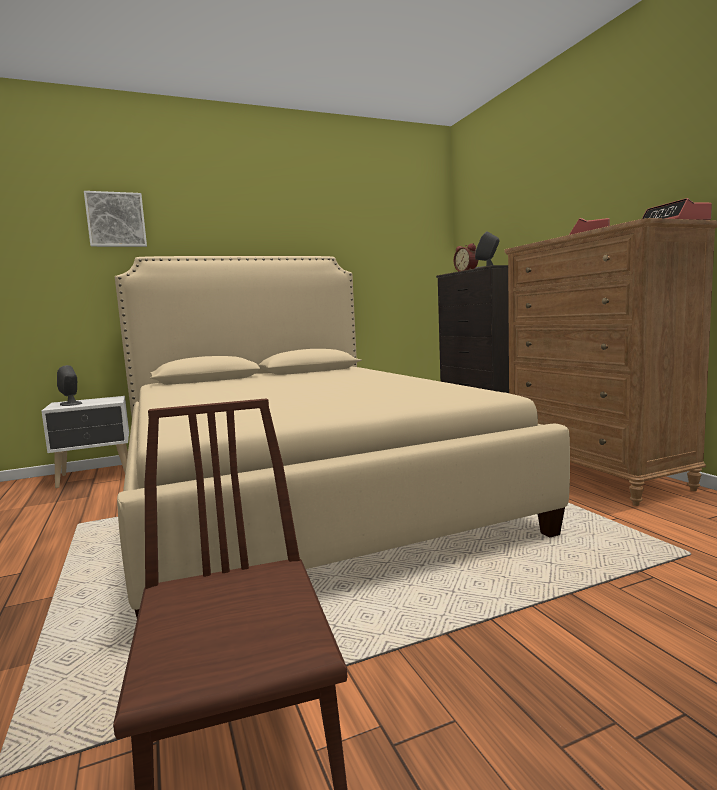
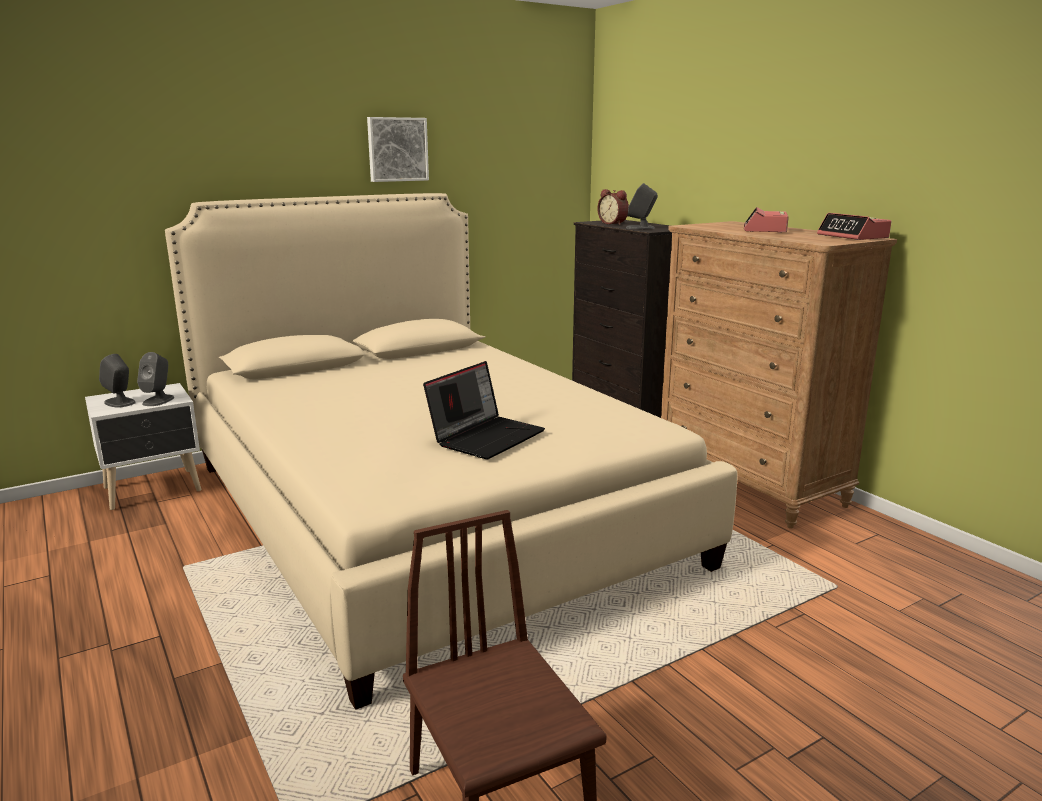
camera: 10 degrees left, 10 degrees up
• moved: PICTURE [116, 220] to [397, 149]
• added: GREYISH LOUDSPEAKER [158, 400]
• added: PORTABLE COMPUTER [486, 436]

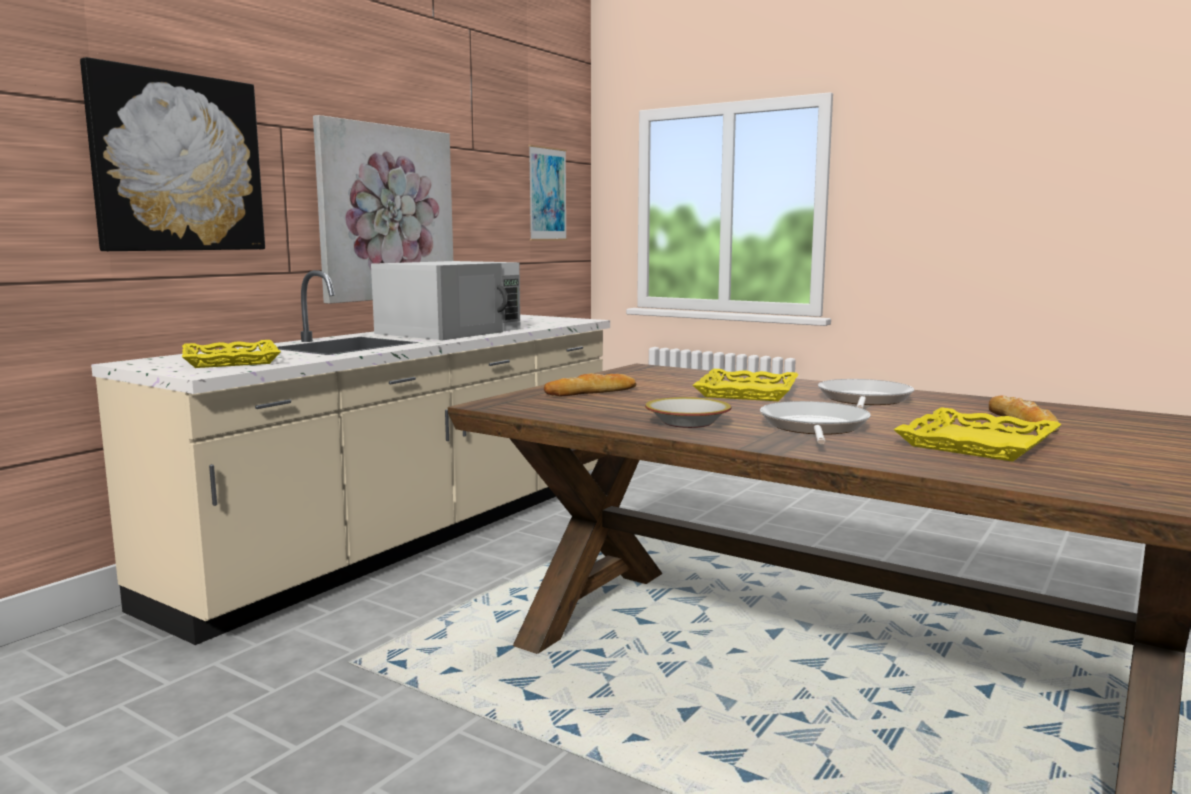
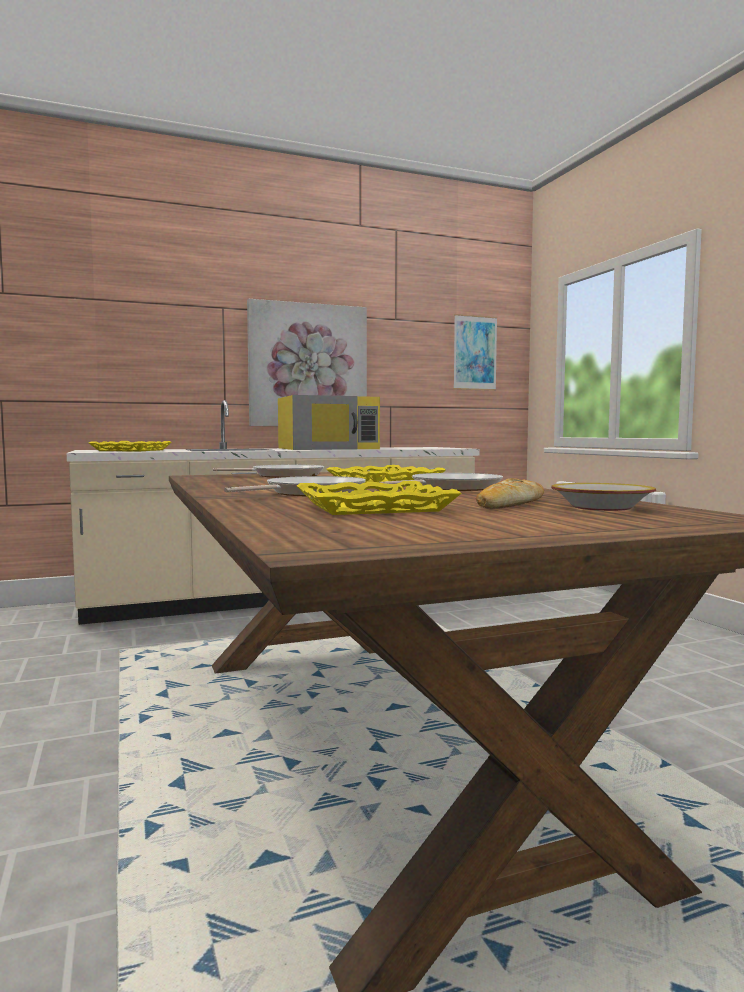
camera: 35 degrees right, 5 degrees down
• removed: PICTURE [177, 163]
• recoloured: WHITE MICROWAVE OVEN [451, 331] to YELLOWISH MICROWAVE OVEN [328, 448]
• replaced: BAKED BREAD [591, 392] to PAN [283, 476]
• moved: DEEP DISH [687, 423] to [601, 507]

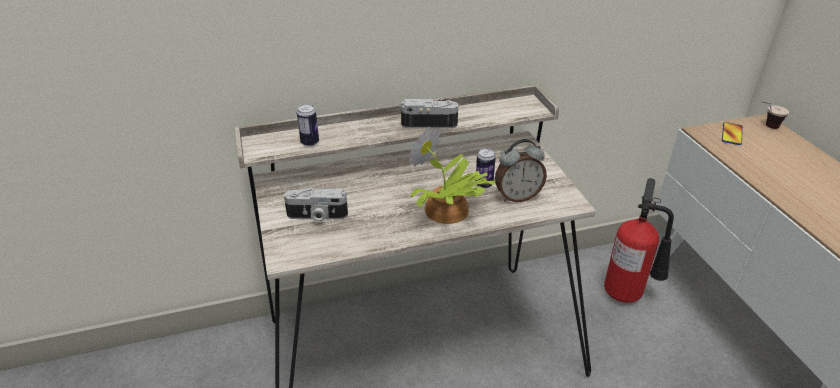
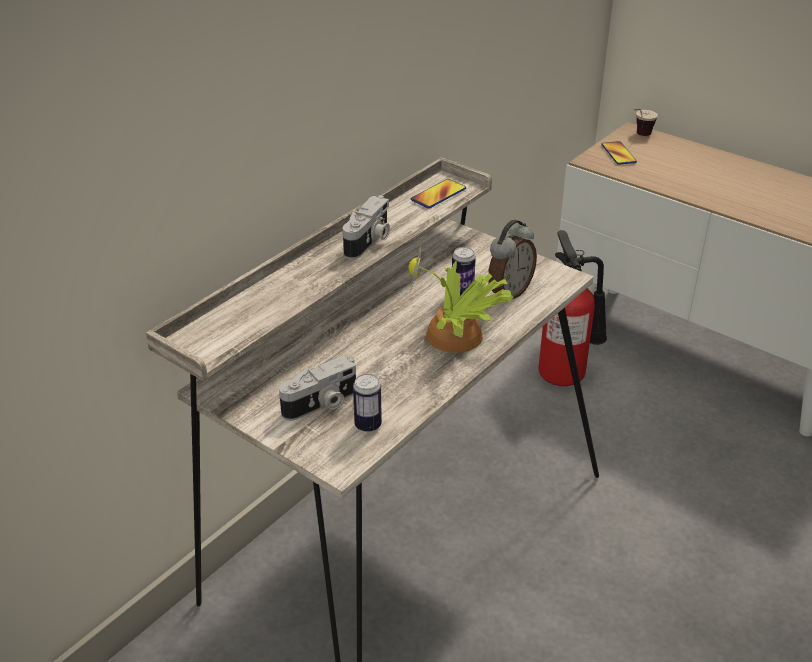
camera: 35 degrees left, 0 degrees up
• moved: CAN [310, 142] to [368, 425]
• turned: PHOTO CAMERA [429, 123] = [369, 241] 150 degrees clockwise
• added: HANDSET [438, 195]

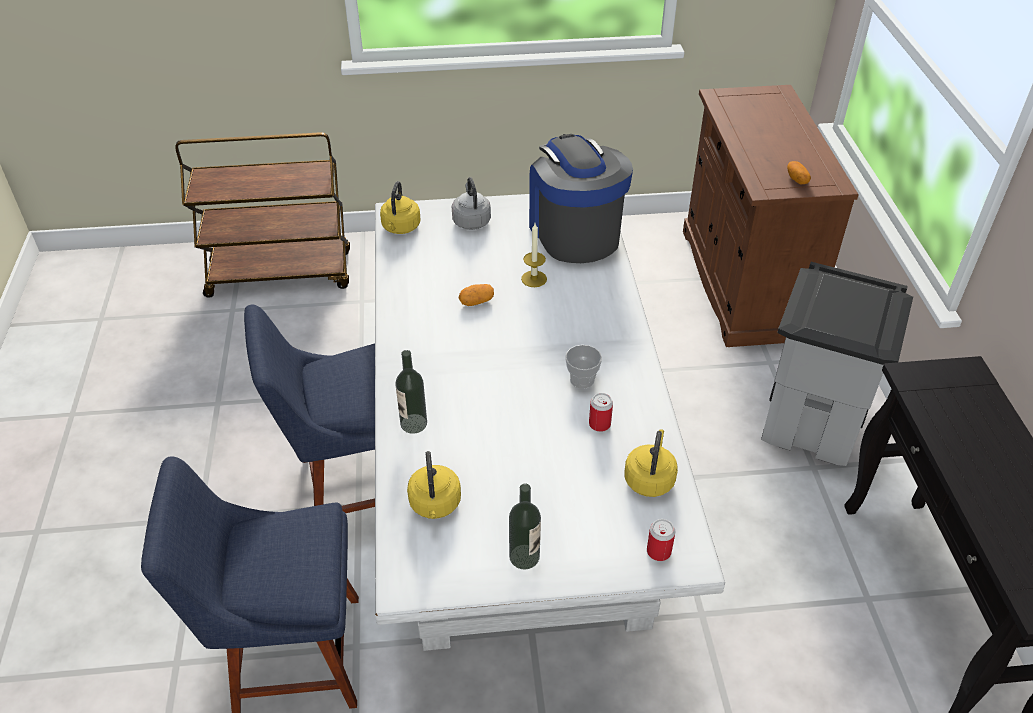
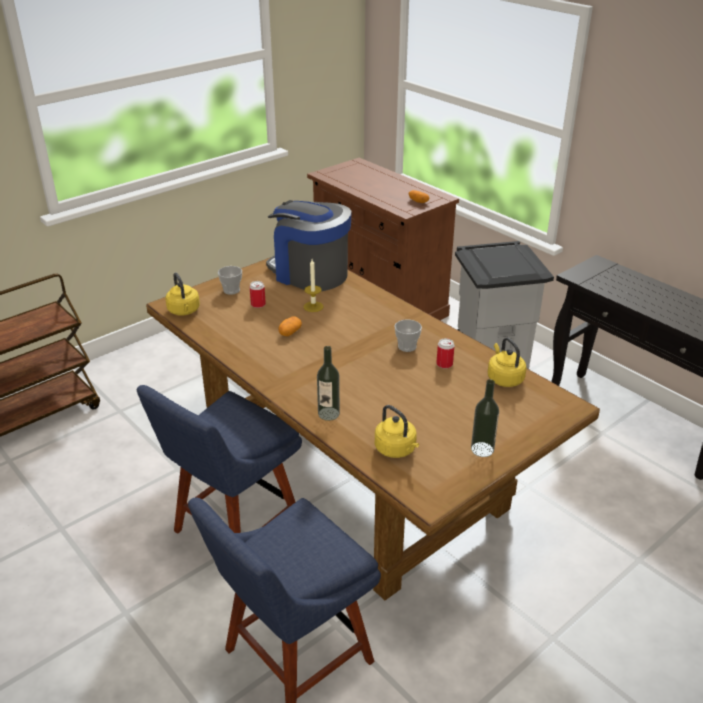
camera: 35 degrees left, 10 degrees down
• recoloured: WHITE DINING TABLE [519, 491] to BROWN DINING TABLE [354, 475]
• replaced: GREYISH TEA KETTLE [471, 220] to CUP [231, 290]
• moved: CAN [658, 551] to [258, 304]

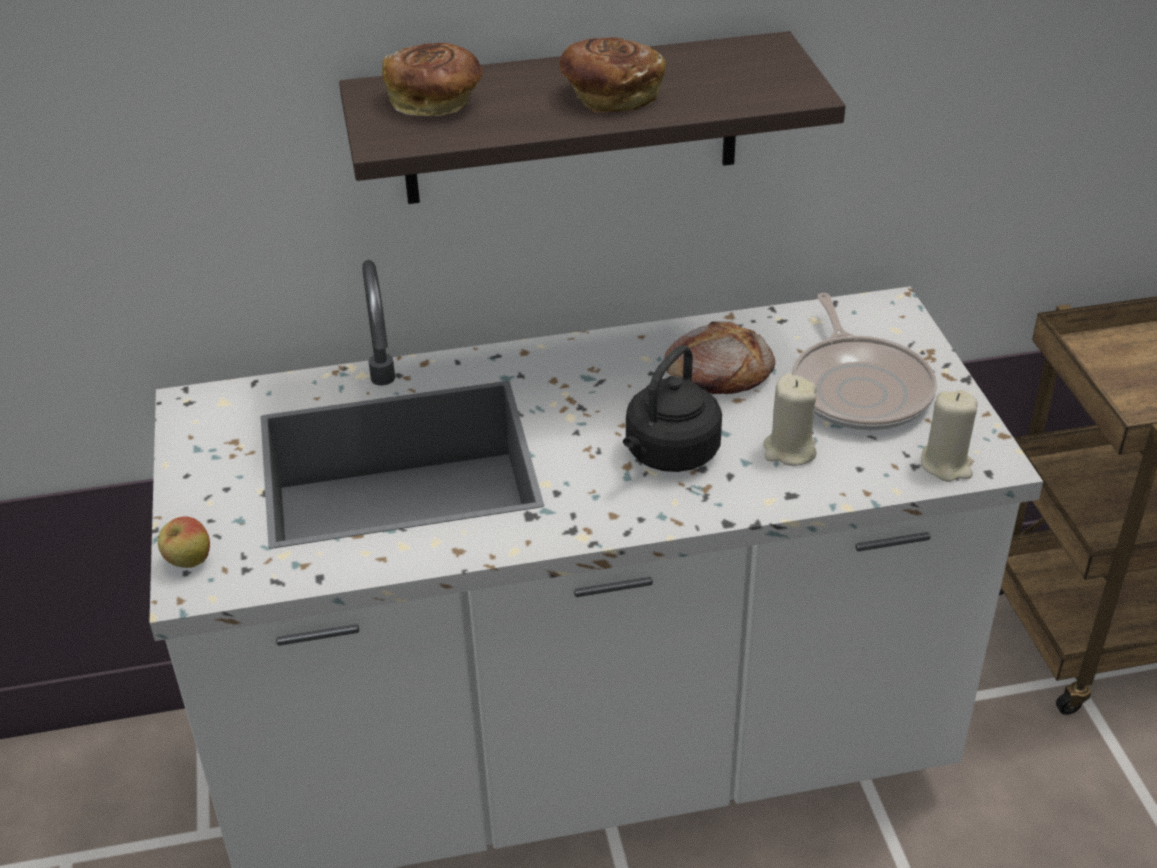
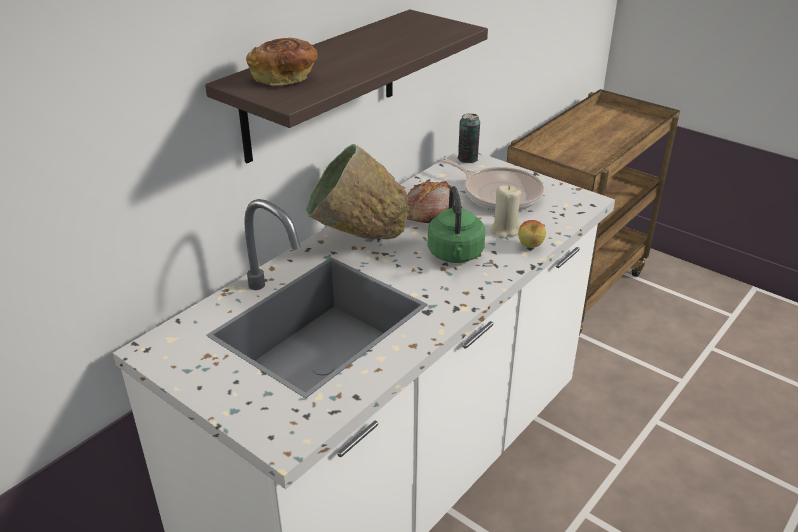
camera: 40 degrees left, 5 degrees down
• moved: APPLE [189, 562] to [530, 246]
• removed: BAKED BREAD [610, 96]
• recoloured: BLACK TEA KETTLE [669, 455] to GREEN-COLOURED TEA KETTLE [455, 255]
• removed: SAND-COLOURED WAX CANDLE [946, 464]
• added: GREEN-COLOURED DEEP DISH [355, 240]
• added: CAN [467, 159]

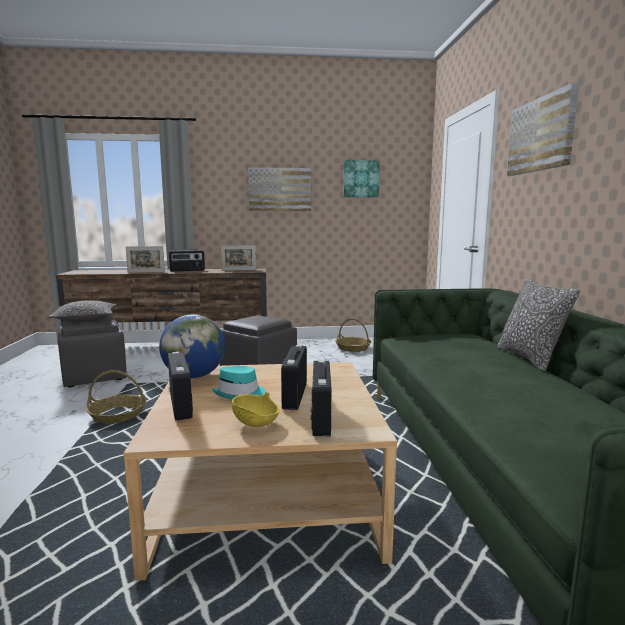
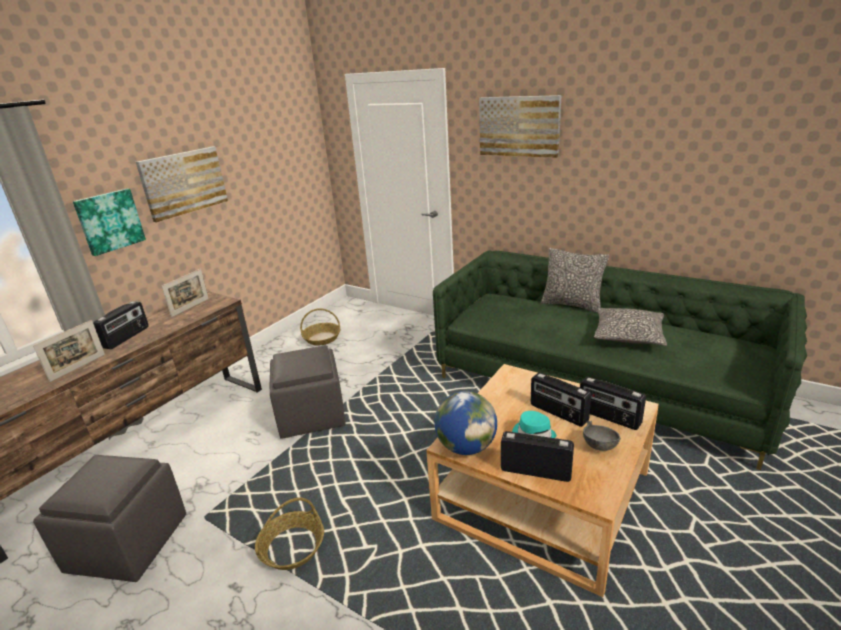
camera: 50 degrees left, 15 degrees up
• moved: THROW PILLOW [85, 319] to [628, 335]
• recoloured: YELLOWISH DEEP DISH [256, 424] to GREYISH DEEP DISH [600, 446]
• moved: PICTURE [361, 179] to [109, 221]

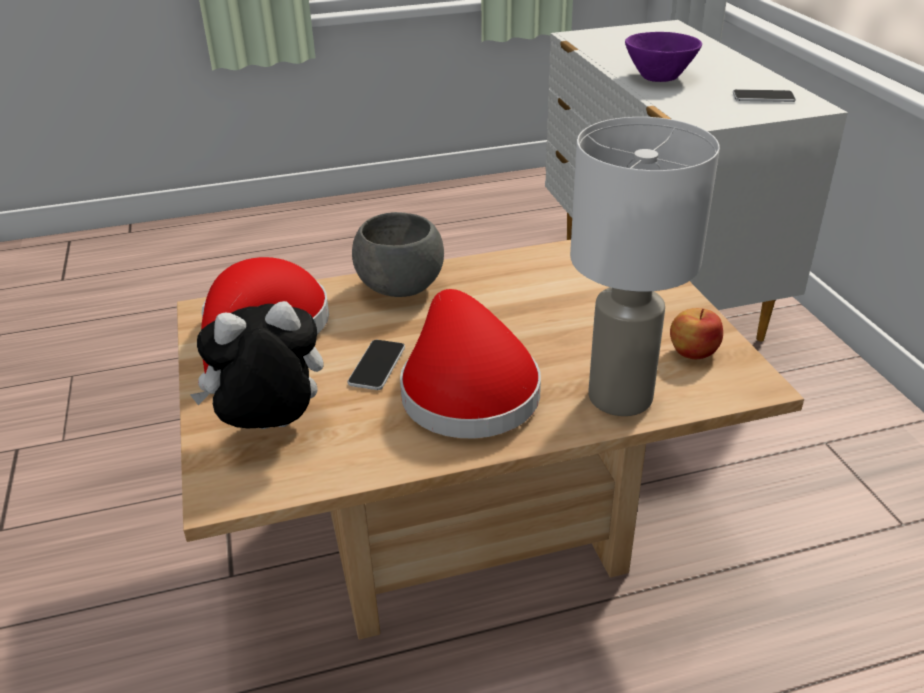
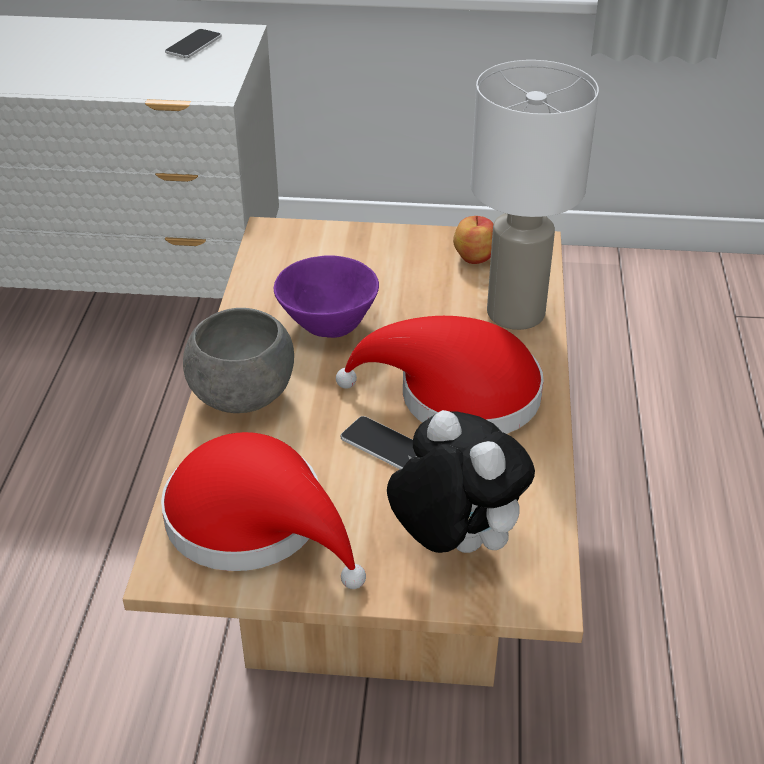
camera: 70 degrees left, 5 degrees up
• turned: SOFT TOY [271, 429] = [453, 543] 135 degrees clockwise
• moved: PURPLE DEEP DISH [661, 77] to [329, 321]

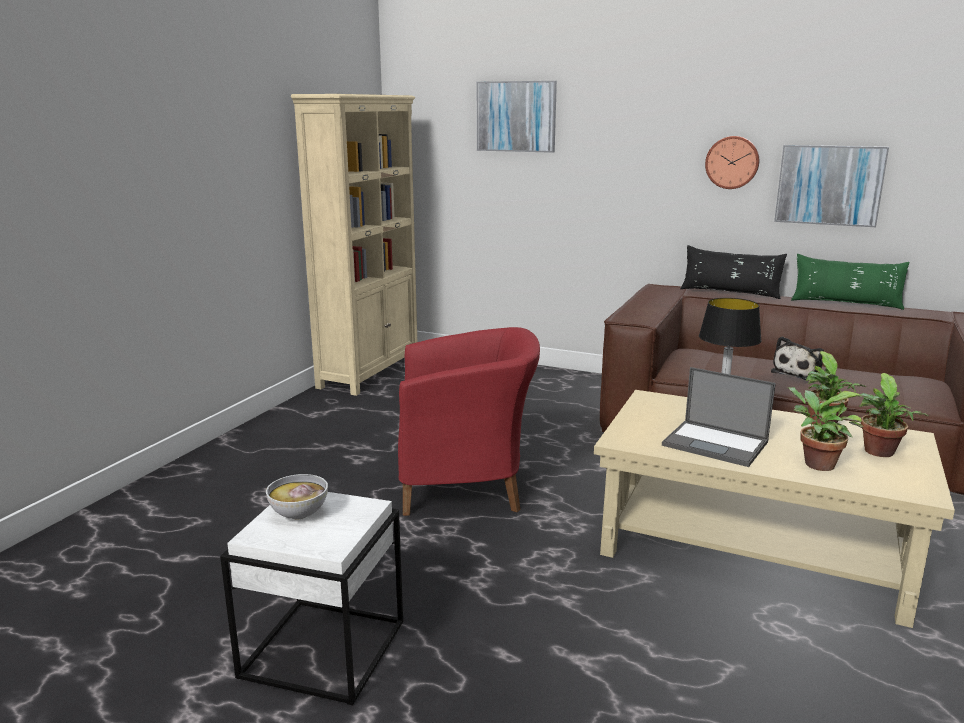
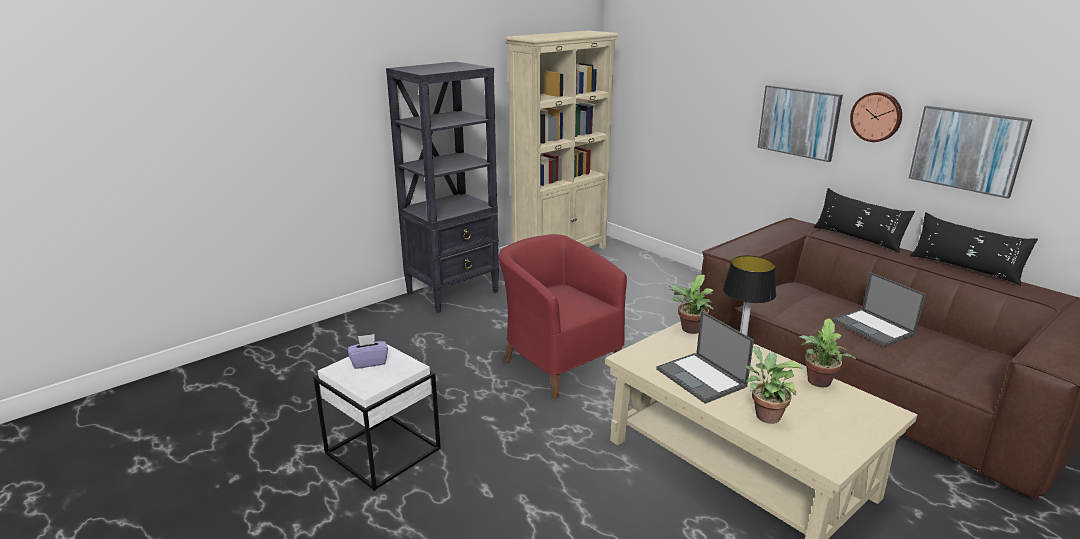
camera: 25 degrees right, 5 degrees up
• replaced: DEEP DISH [299, 514] to PURPLE TISSUE BOX [369, 362]
• turned: RED LOUNGE CHAIR [467, 486] = [557, 363] 150 degrees counterclockwise
• moved: PICTURE [516, 116] to [799, 122]
• replaced: SOFT TOY [798, 373] to PORTABLE COMPUTER [874, 328]
• recoloured: GREEN-COLOURED THROW PILLOW [845, 303] to BLACK THROW PILLOW [964, 268]
• moved: POTTED PLANT [879, 453] to [689, 330]
• added: BLACK BOOKSHELF [453, 293]

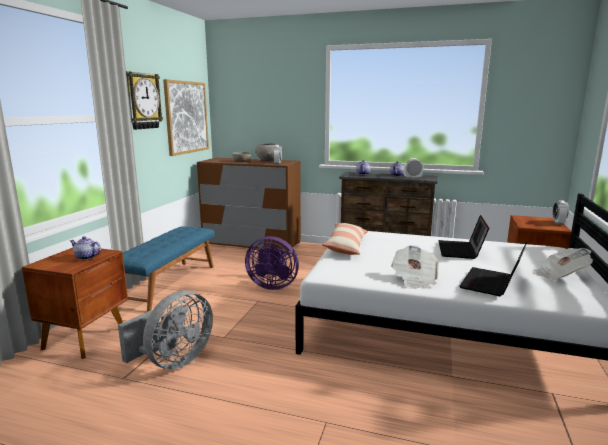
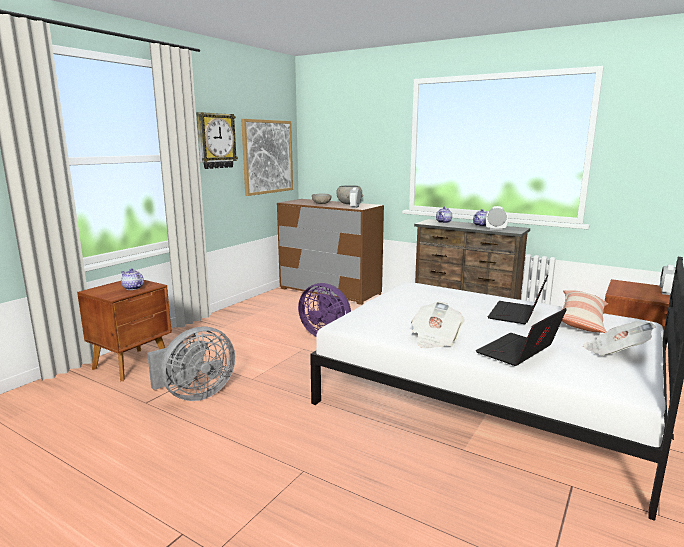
camera: 15 degrees right, 0 degrees up
• removed: BLUE-COLOURED LONG SEAT [168, 284]
• moved: THROW PILLOW [346, 246] to [581, 320]

